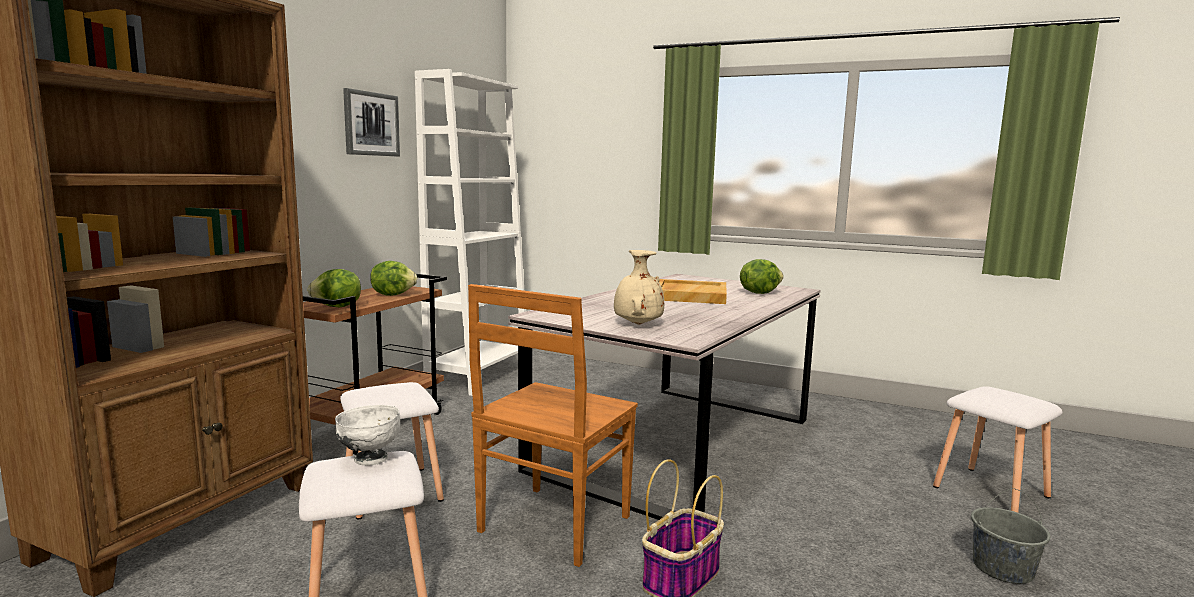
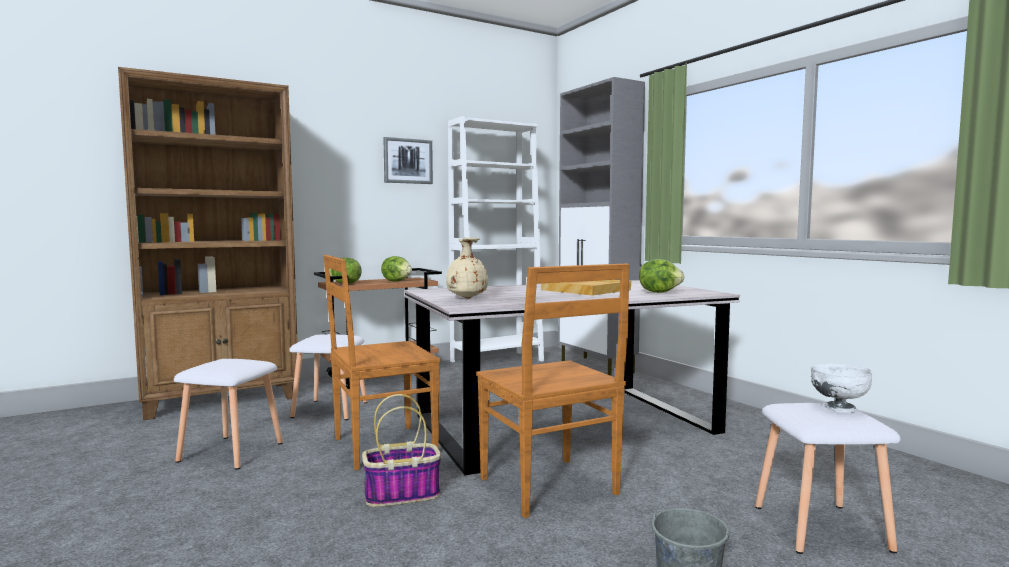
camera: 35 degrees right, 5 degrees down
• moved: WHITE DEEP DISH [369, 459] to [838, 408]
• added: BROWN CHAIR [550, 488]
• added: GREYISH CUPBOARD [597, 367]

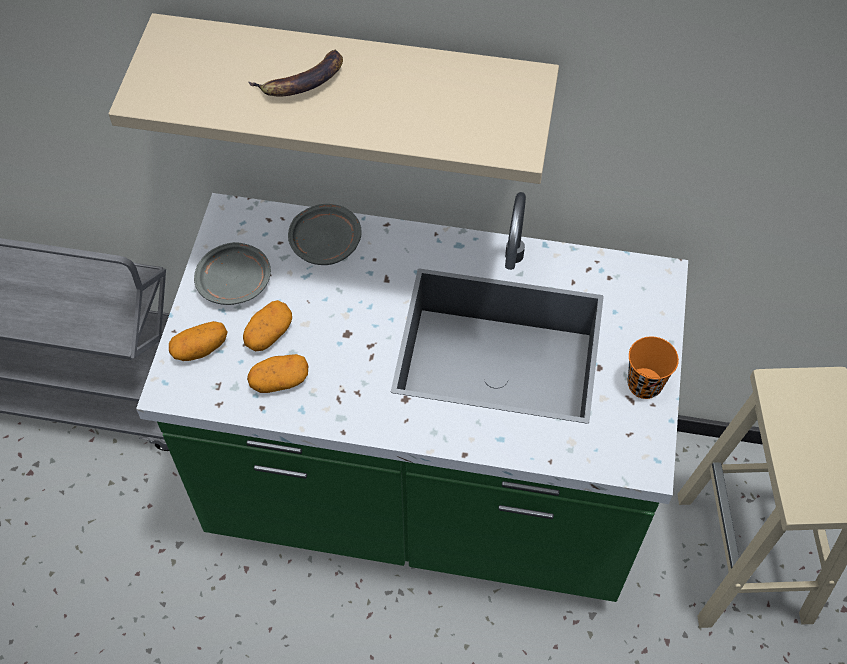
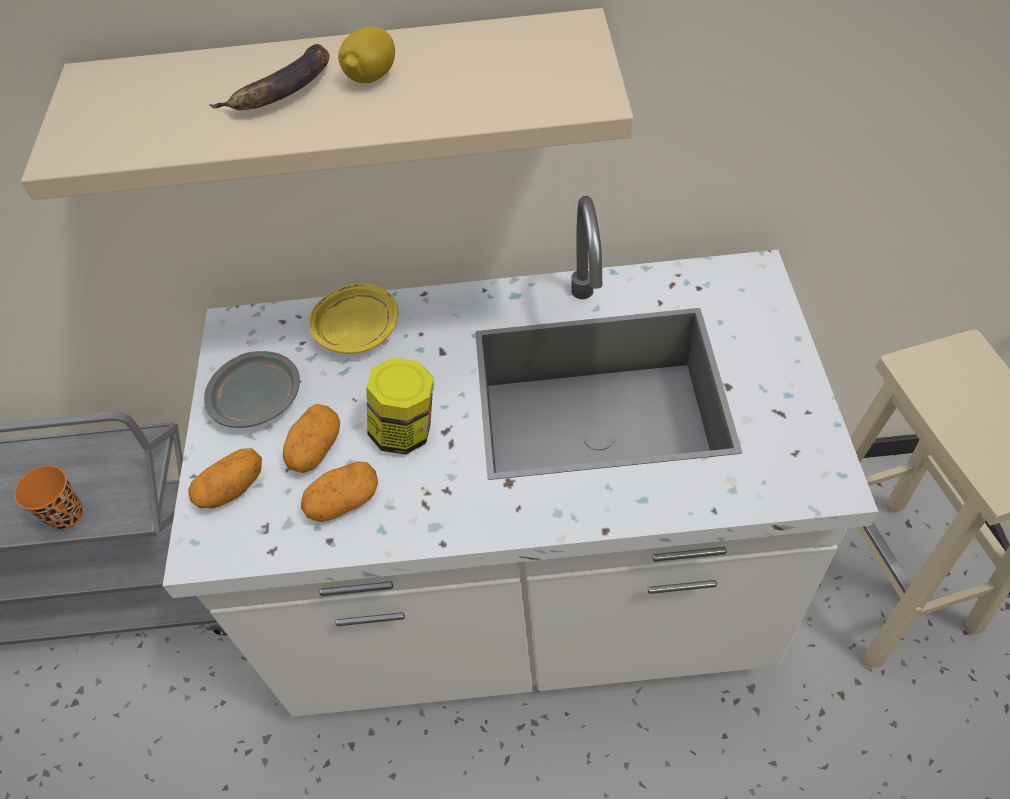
camera: 10 degrees left, 5 degrees down
• recoloured: GREEN-COLOURED COUNTER [423, 494] to WHITE COUNTER [526, 605]
• recoloured: GREYISH DINNER PLATE [325, 242] to YELLOWISH DINNER PLATE [357, 329]
• moved: ORANGE-COLOURED CUP [644, 384] to [66, 515]
• added: CITRUS FRUIT [371, 77]
• added: STORAGE JAR [406, 431]

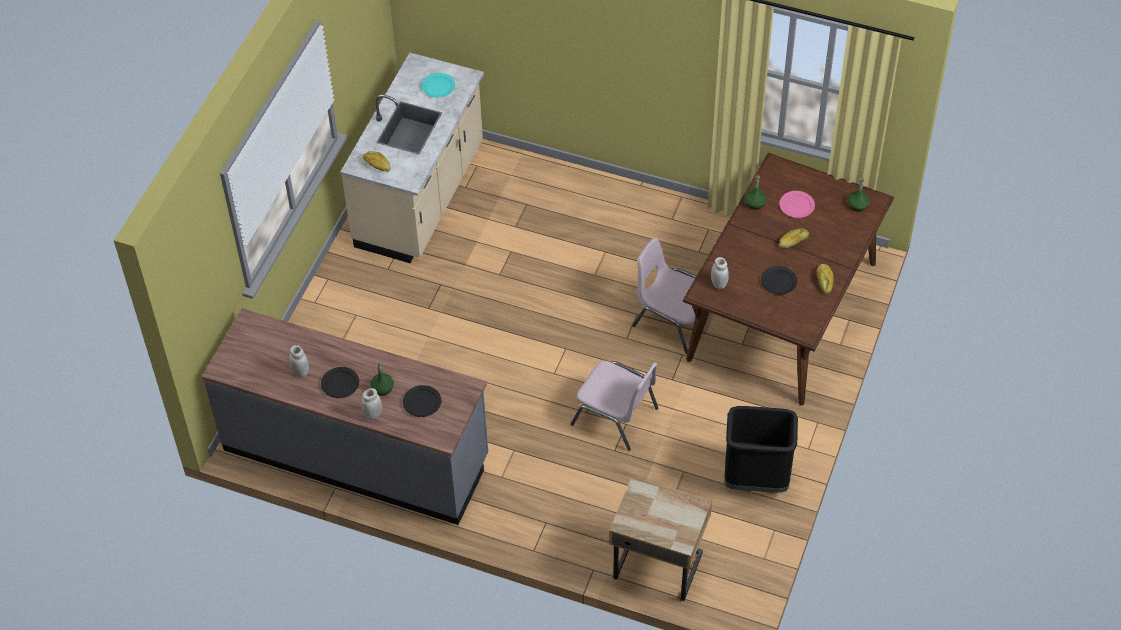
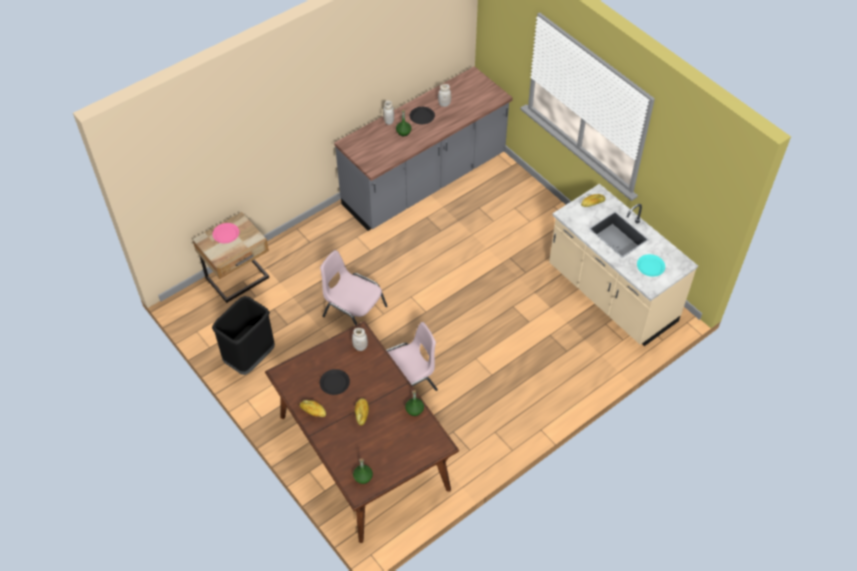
camera: 120 degrees right, 0 degrees up
• removed: BLACK DINNER PLATE [422, 402]
• turned: PINK CHAIR [616, 417] = [353, 311] 60 degrees clockwise
• moved: PINK DINNER PLATE [797, 205] to [226, 234]

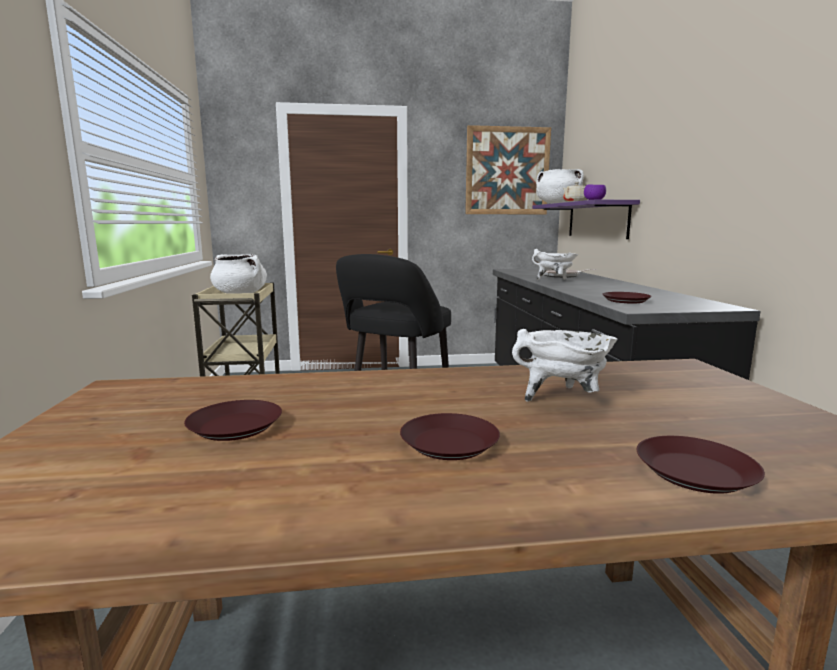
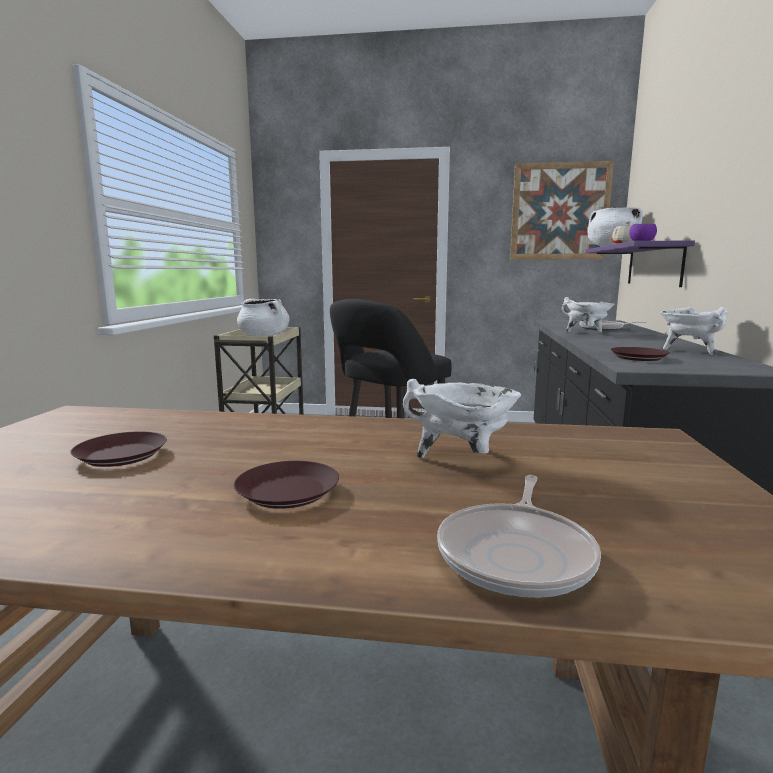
camera: 15 degrees right, 0 degrees up
• replaced: BROWN DINNER PLATE [695, 472] to PAN [517, 554]
• added: WHITE COOKING POT [689, 350]

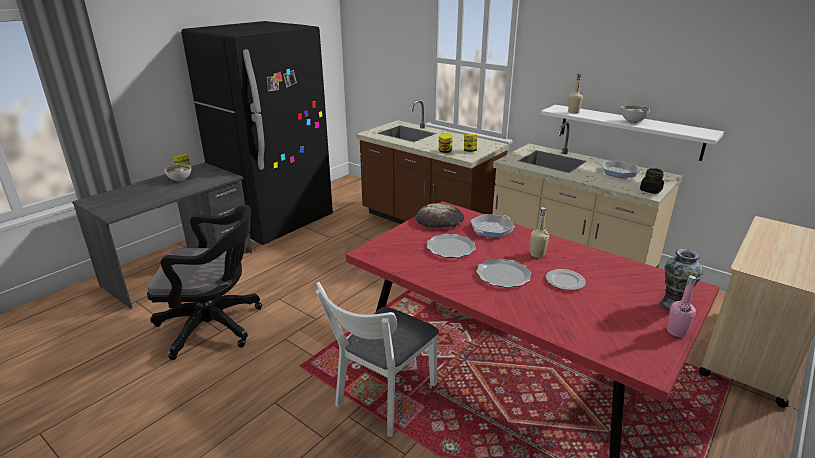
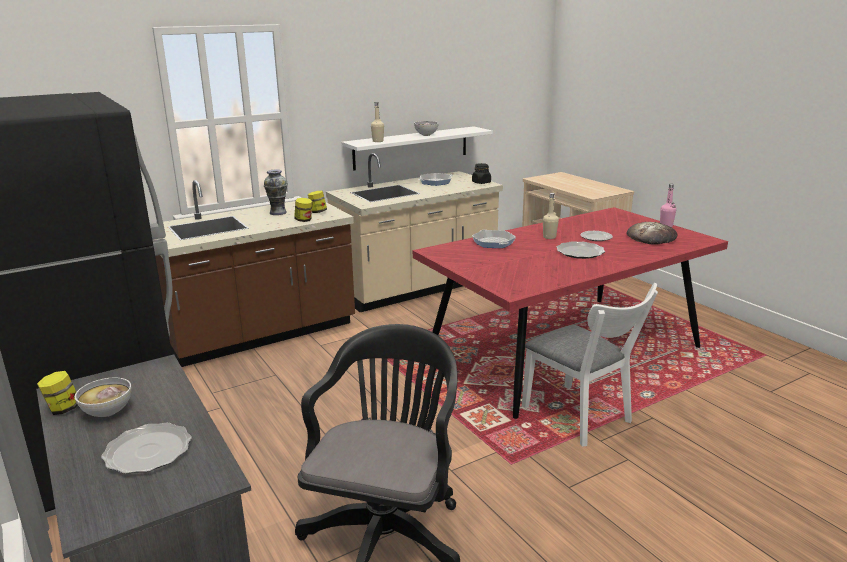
camera: 70 degrees left, 5 degrees down
• moved: BAKED BREAD [440, 220] to [651, 237]
• moved: DINNER PLATE [450, 248] to [147, 451]
• moved: VASE [673, 305] to [277, 212]

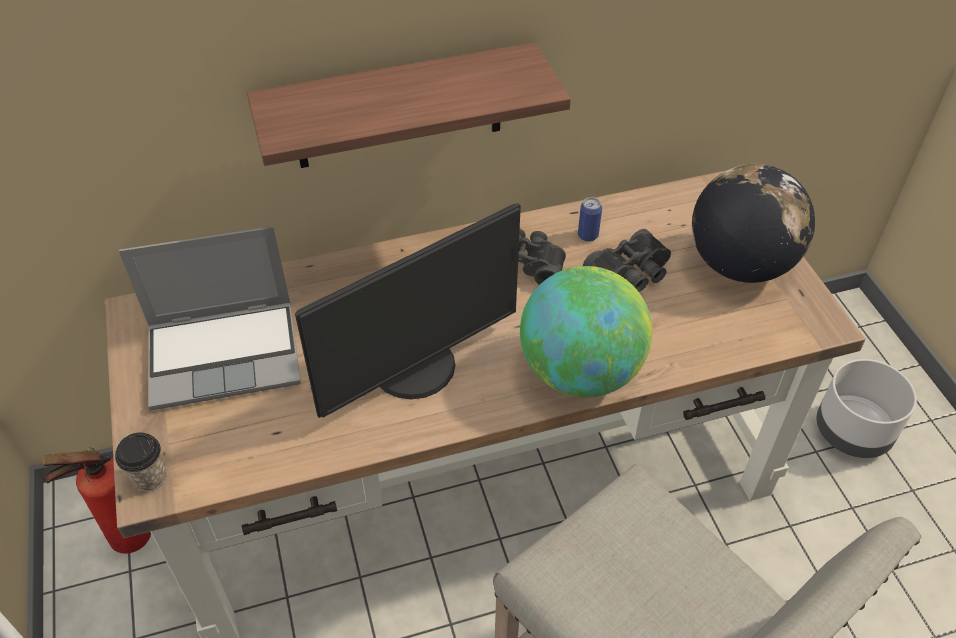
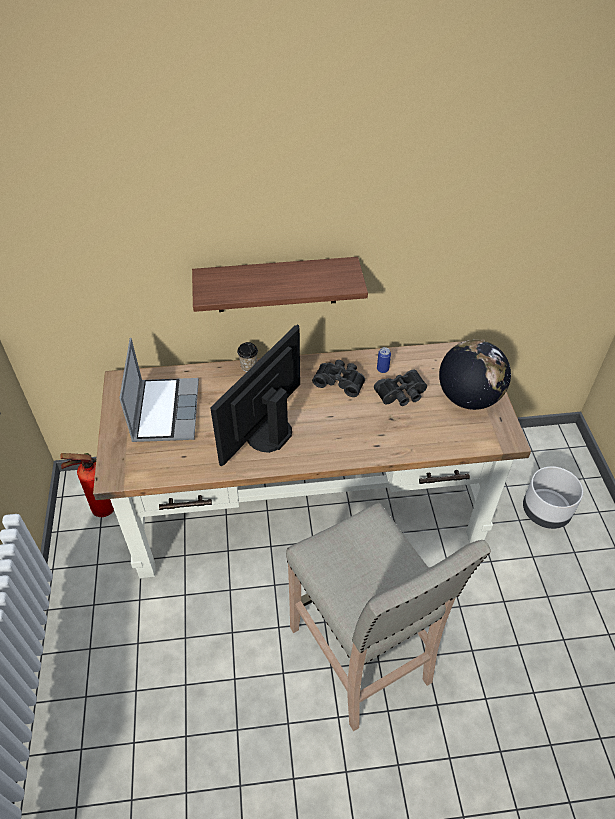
camera: 10 degrees right, 0 degrees up
• moved: CUP [150, 477] to [248, 366]
• turned: PORTABLE COMPUTER [226, 354] = [165, 410] 90 degrees counterclockwise
• turned: COMPUTER SCREEN [416, 368] = [266, 432] 150 degrees clockwise
• removed: GLOBE [580, 372]

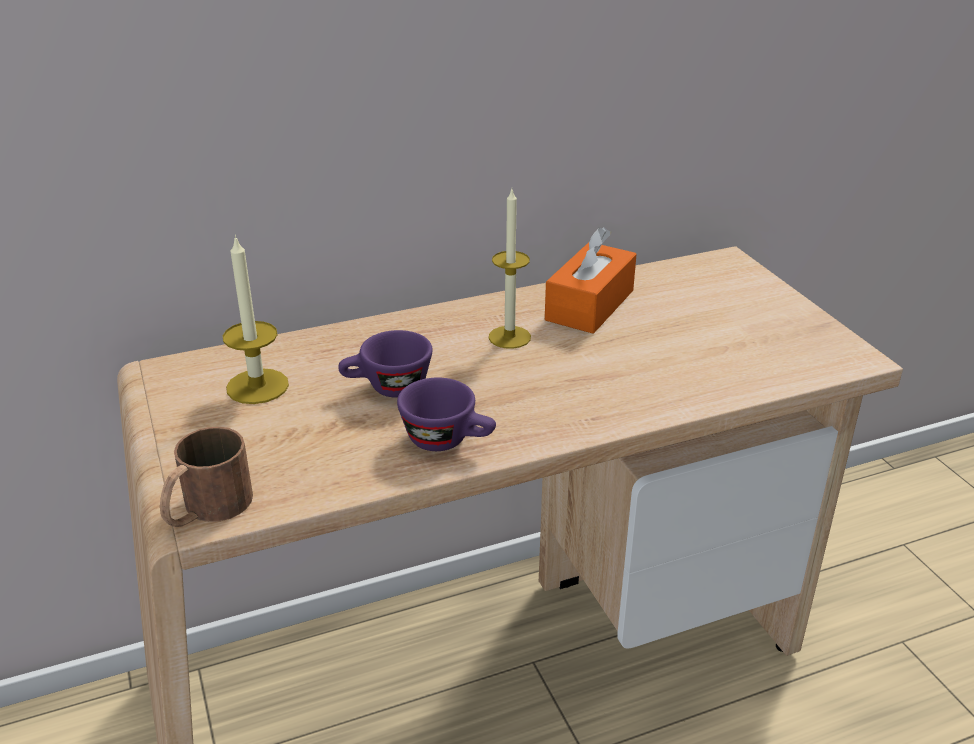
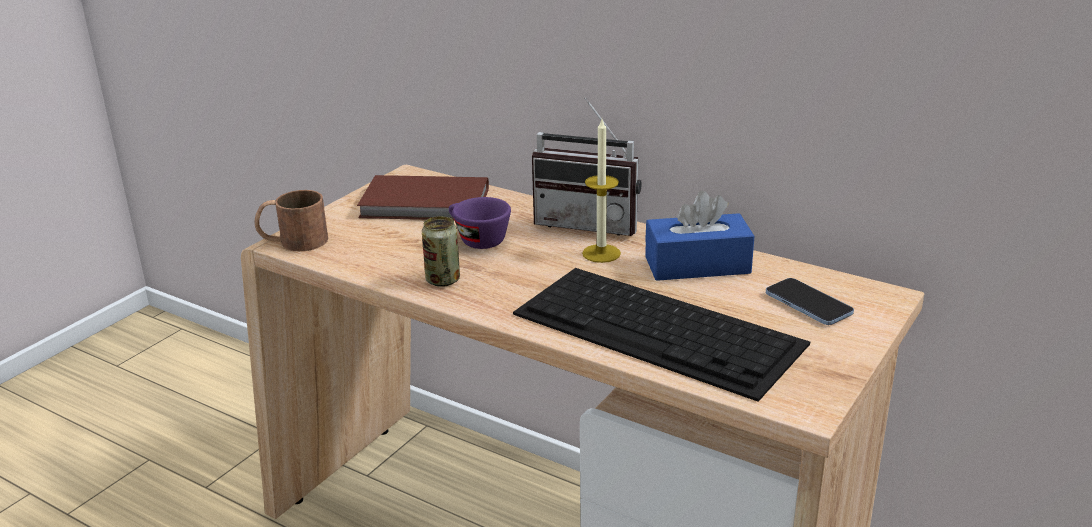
camera: 55 degrees right, 5 degrees down
• replaced: WAX CANDLE [257, 386] to BROWN BOOK [426, 204]
• replaced: PURPLE CUP [448, 440] to CAN [443, 280]
• recoloured: ORANGE-COLOURED TISSUE BOX [589, 305] to BLUE-COLOURED TISSUE BOX [697, 265]
• added: KEYBOARD [660, 329]
• added: RADIO SET [590, 223]
• added: HANDSET [808, 304]

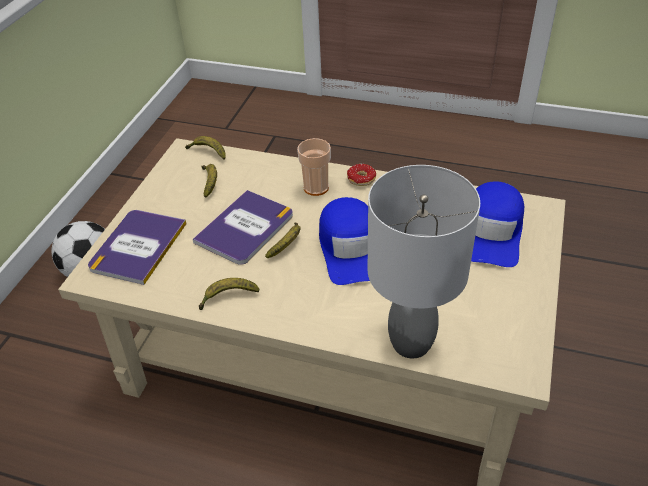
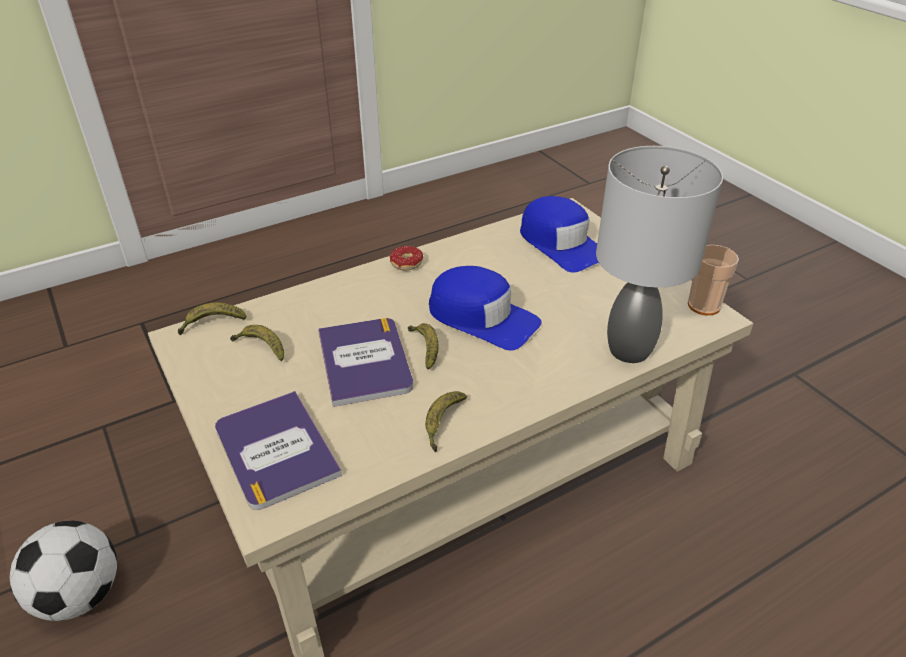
camera: 50 degrees left, 5 degrees down
• moved: CUP [316, 187] to [703, 306]

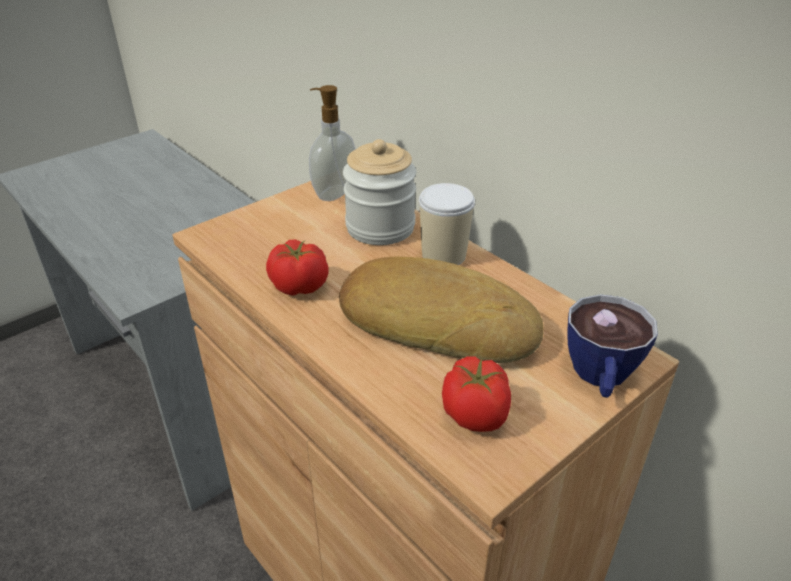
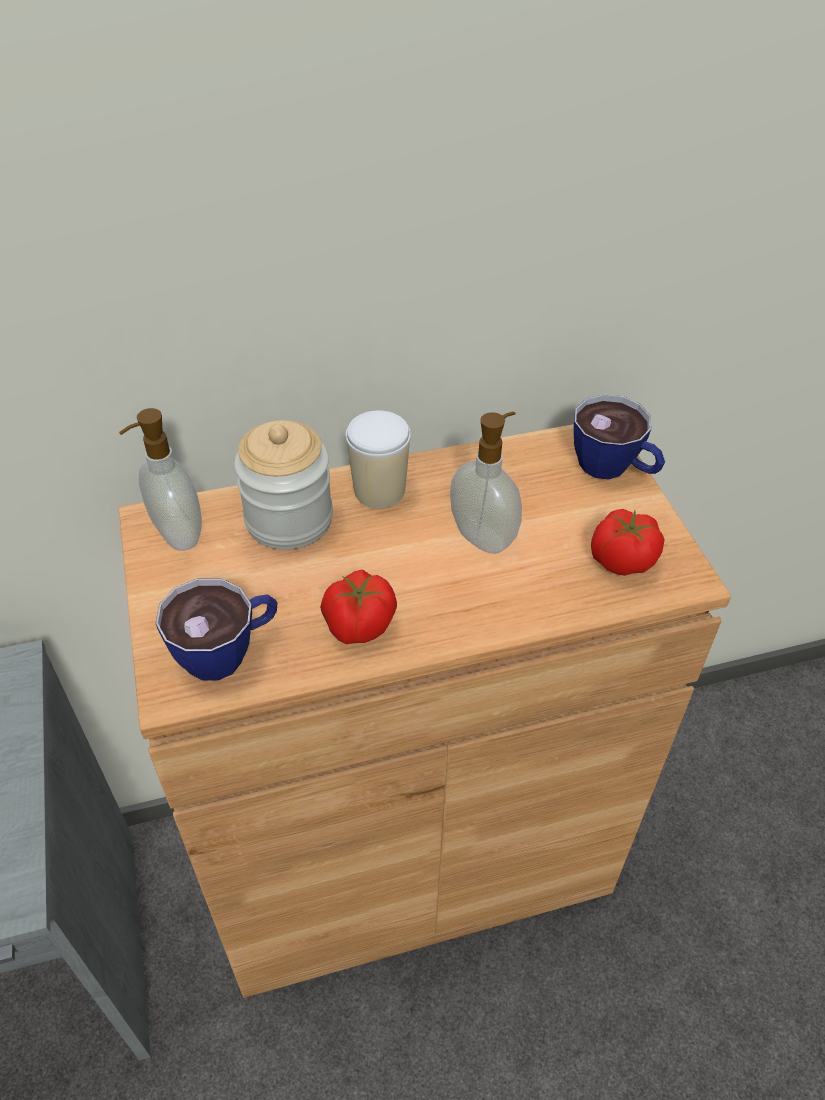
camera: 65 degrees left, 10 degrees up
• replaced: BAKED BREAD [437, 321] to SOAP BOTTLE [484, 536]
• added: CUP [228, 651]

